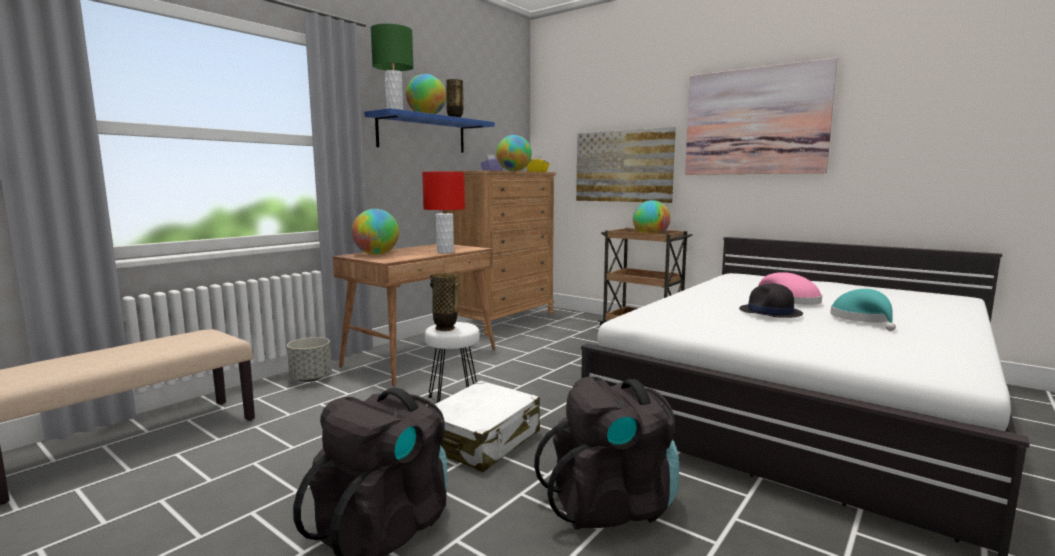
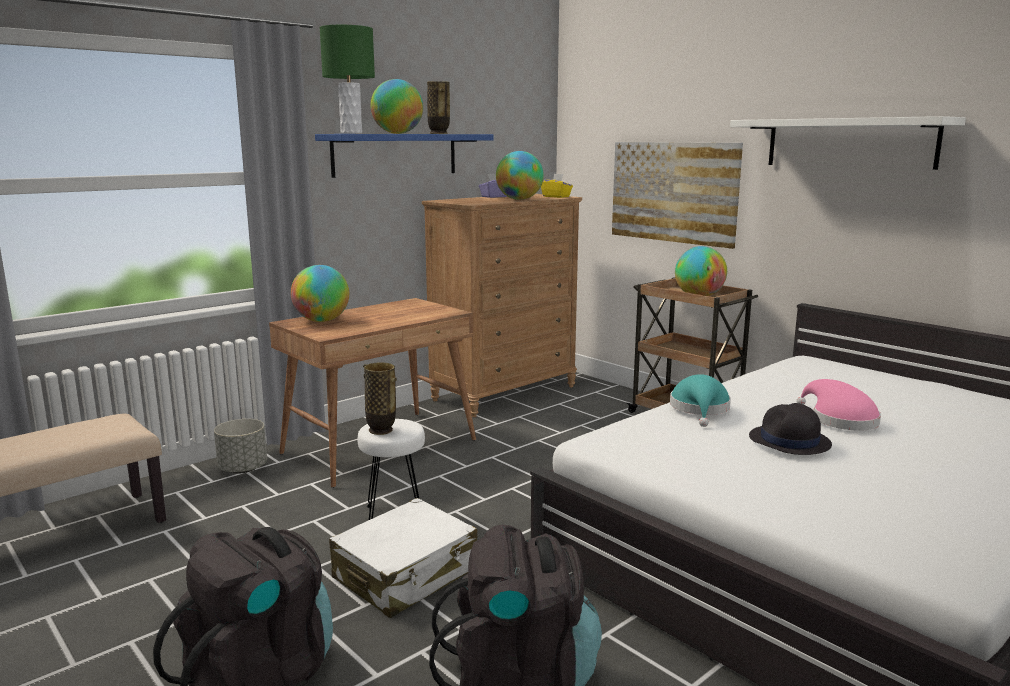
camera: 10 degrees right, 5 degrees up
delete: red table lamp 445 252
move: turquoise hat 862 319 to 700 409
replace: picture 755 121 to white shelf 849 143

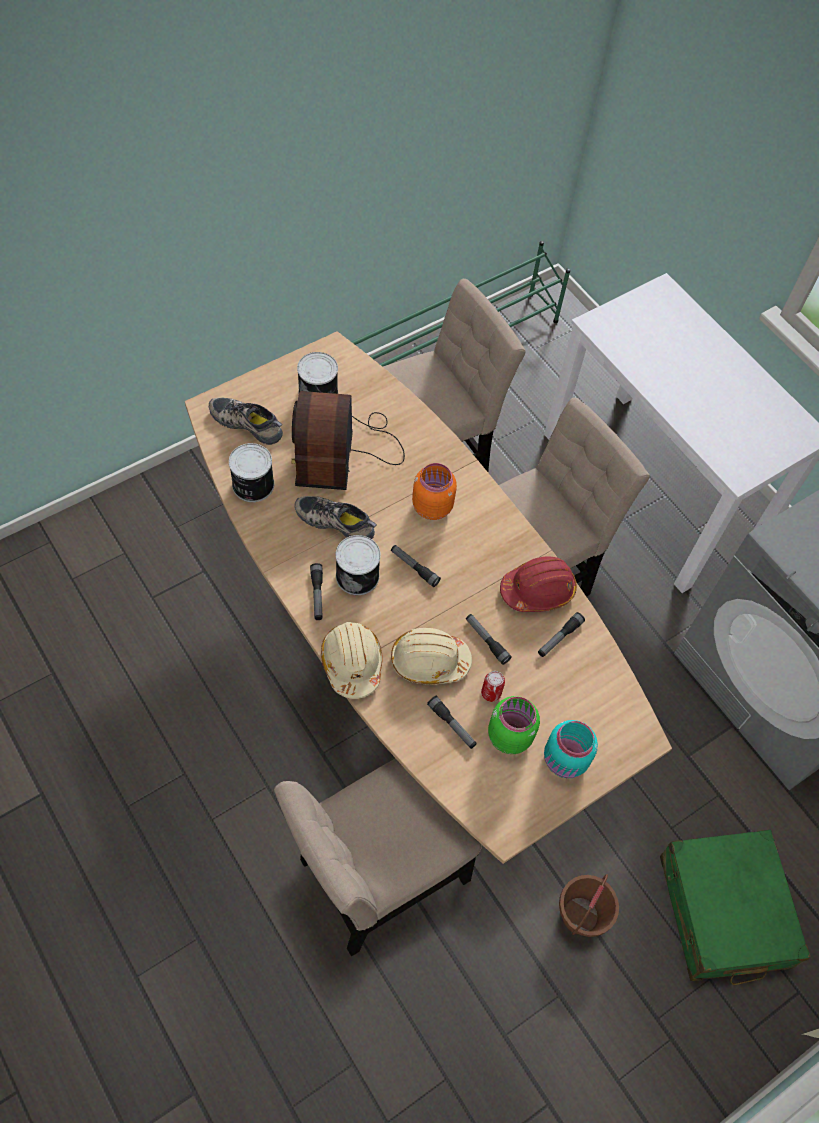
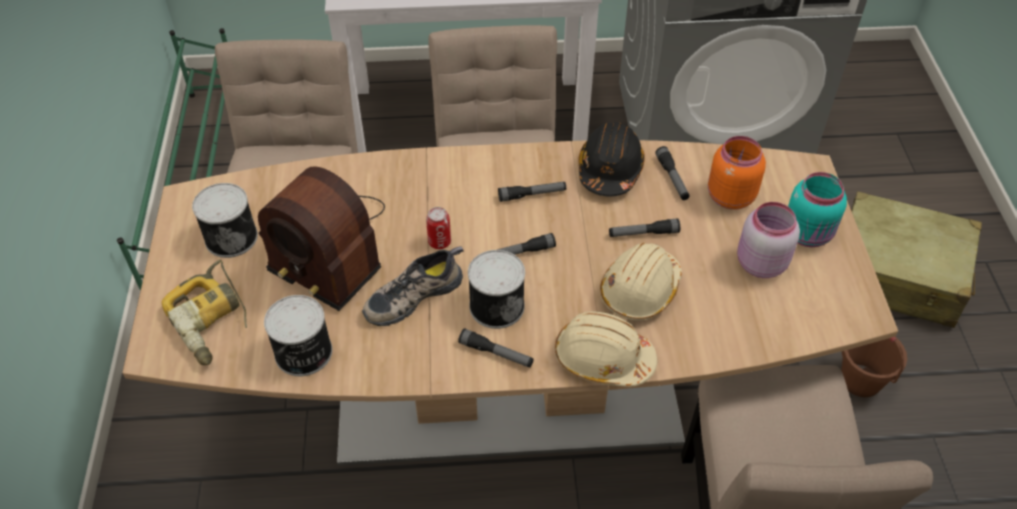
camera: 55 degrees left, 10 degrees down
move: can 491 693 to 439 242; flashlight 452 725 to 532 195; orange jar 431 506 to 728 196
replace: shoe 248 422 to power drill 212 320
recolor: red hard hat 538 590 to black hard hat 609 170; green jar 509 734 to pink jar 759 263; green suitcase 723 911 to beige suitcase 897 274

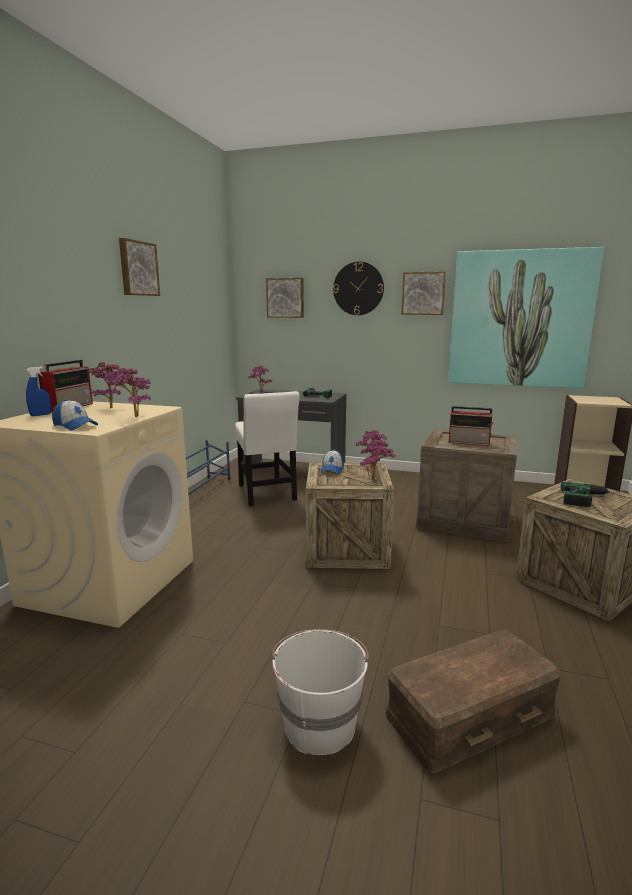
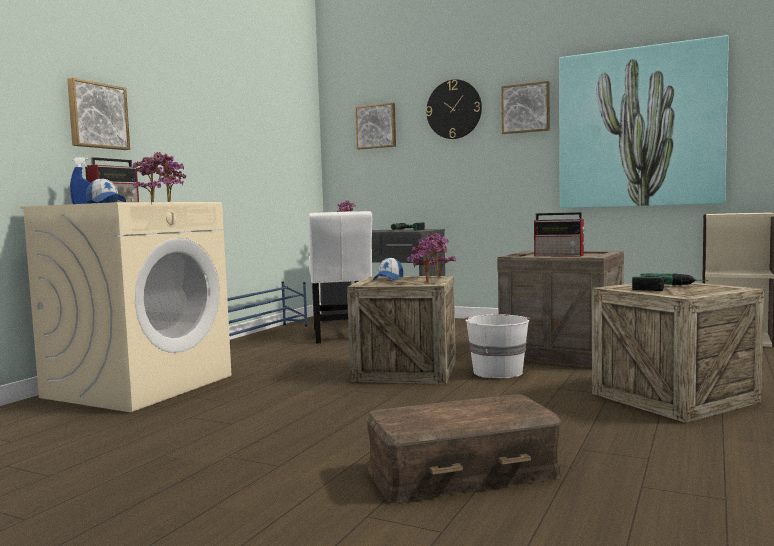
camera: 10 degrees right, 10 degrees down
move: picture 138 268 to 97 116; white bucket 319 723 to 497 372

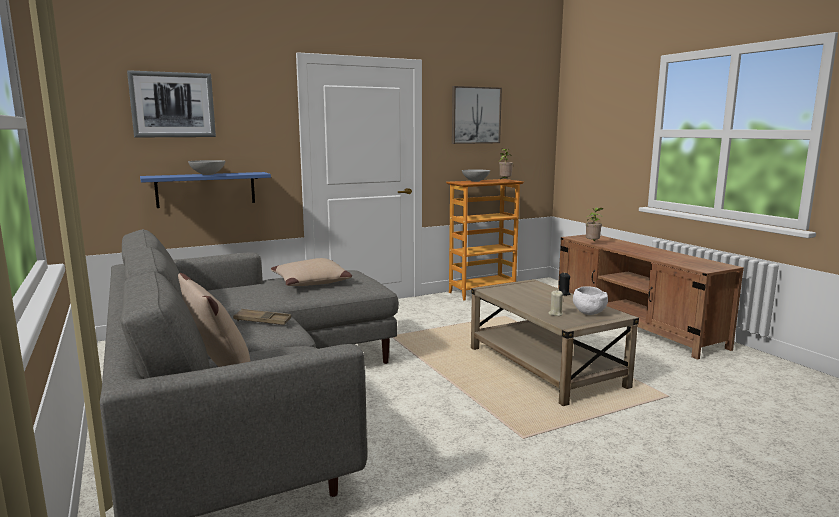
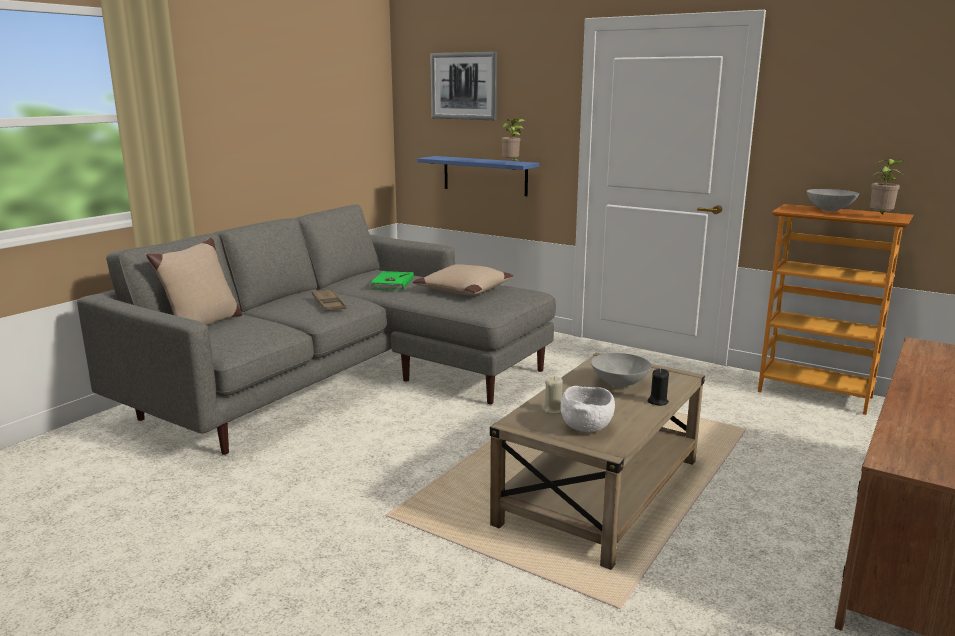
camera: 60 degrees right, 5 degrees up
delete: picture 475 115
insert: green book 391 283
move: potted plant 592 243 to 512 164; grey bowl 208 174 to 620 383

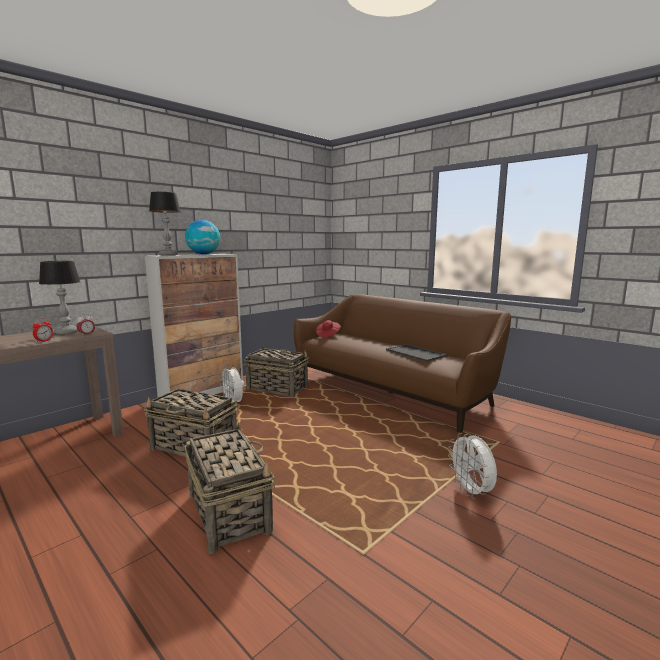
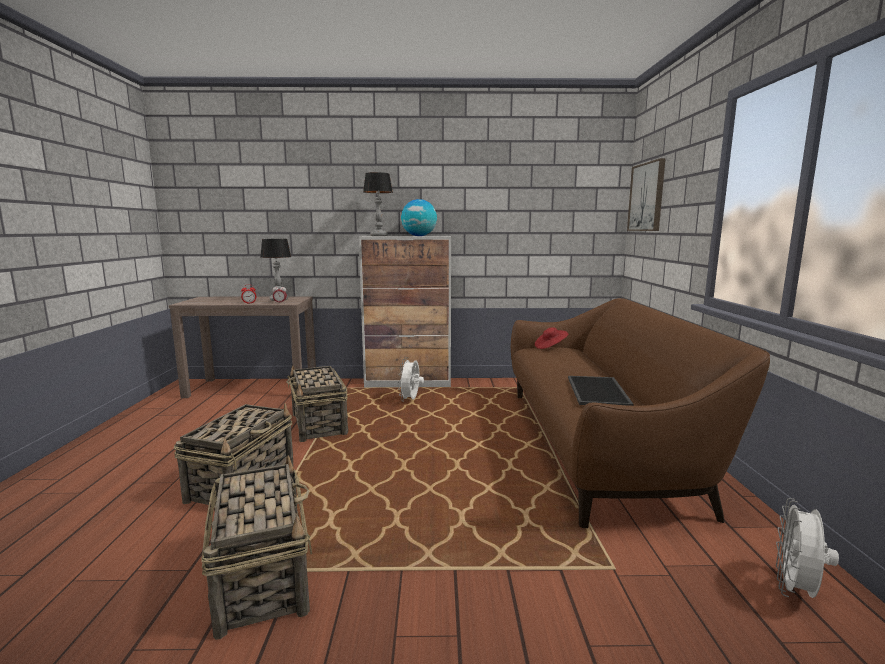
camera: 45 degrees right, 0 degrees up
insert: picture 647 197
move: basket 276 388 to 262 577; white fan 471 492 to 795 590

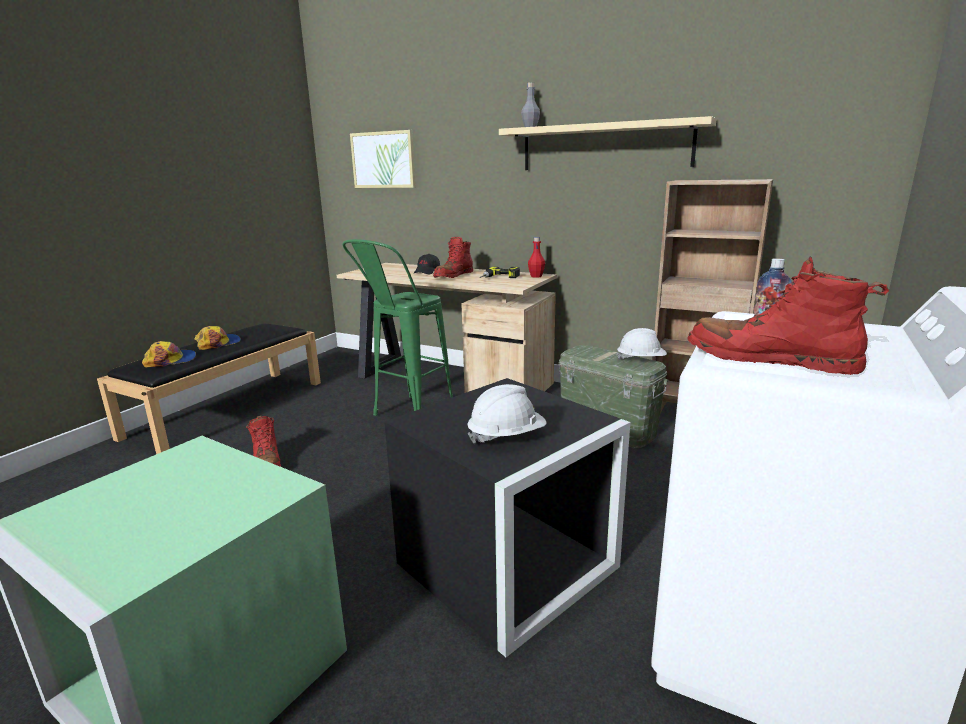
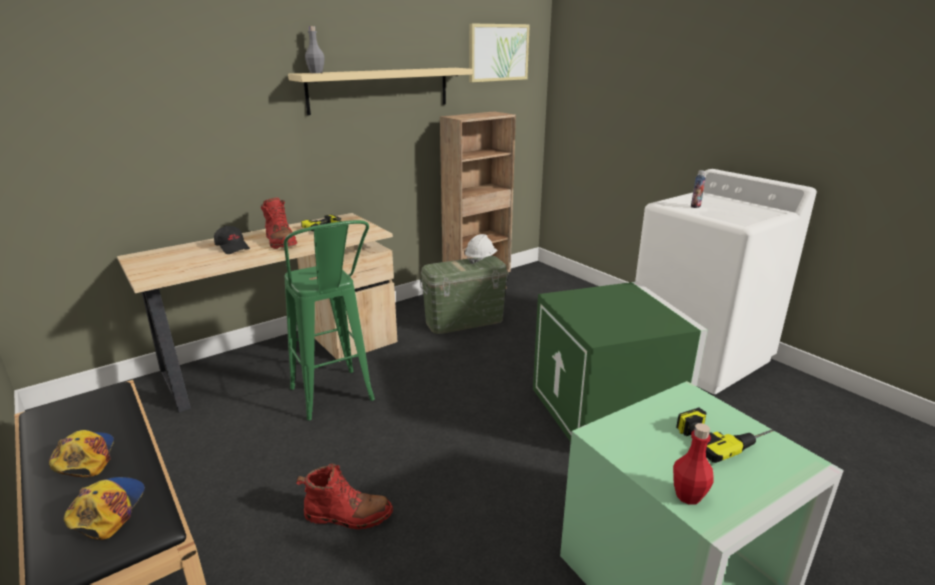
camera: 65 degrees left, 5 degrees up
delete: white hard hat 506 436; red boot 770 361
insert: power drill 722 436
move: picture 383 160 to 498 52; red bottle 536 276 to 688 496
recolor: black storage box 507 567 to green storage box 608 410

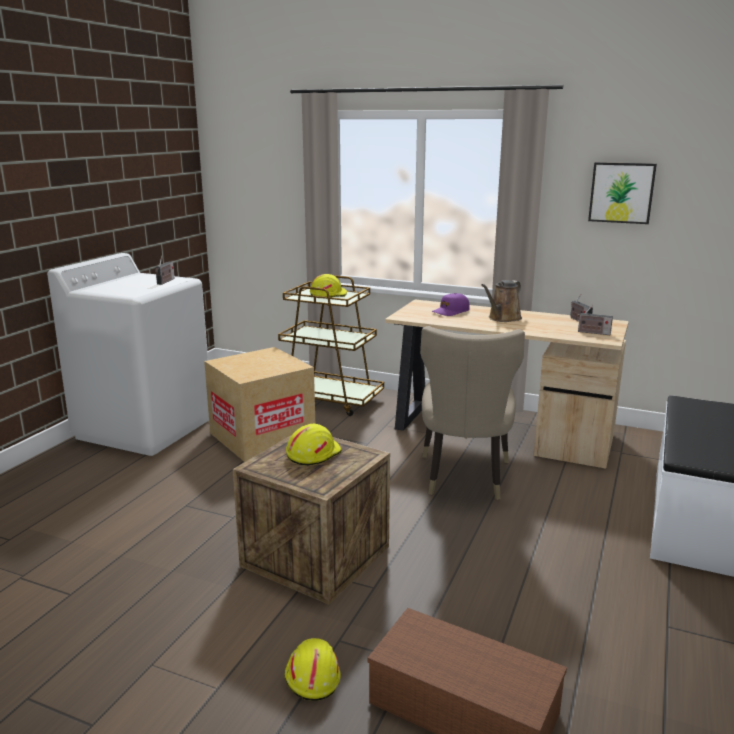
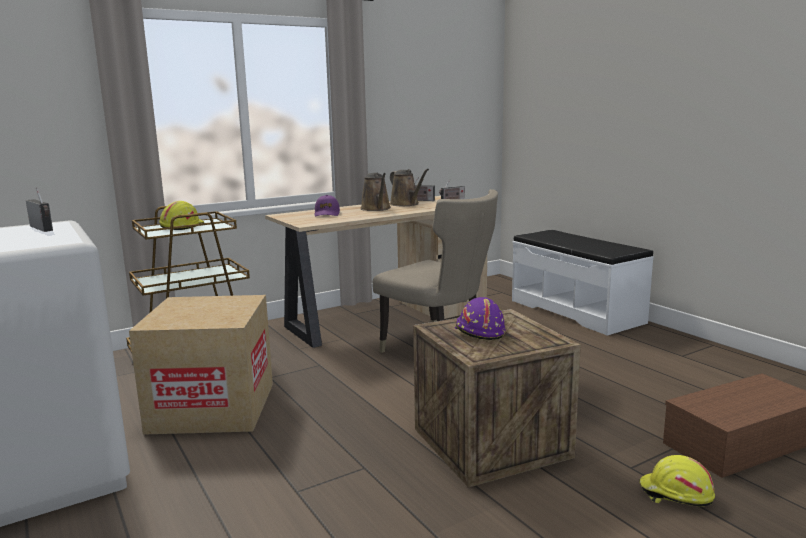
camera: 55 degrees left, 5 degrees down
delete: picture 621 192
insert: brown watering can 406 204
recolor: yellow hard hat 313 454 to purple hard hat 478 331

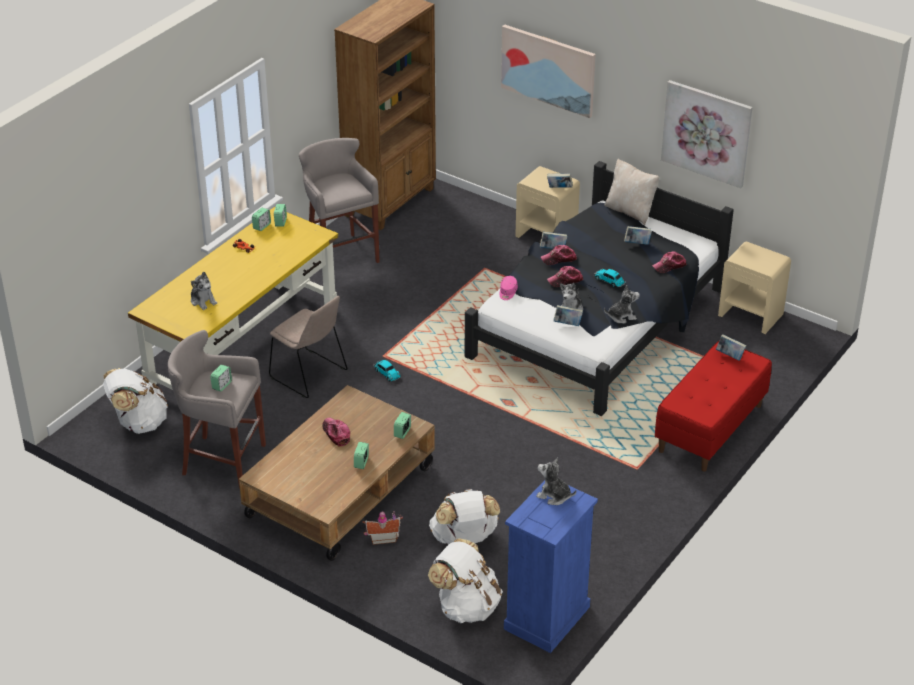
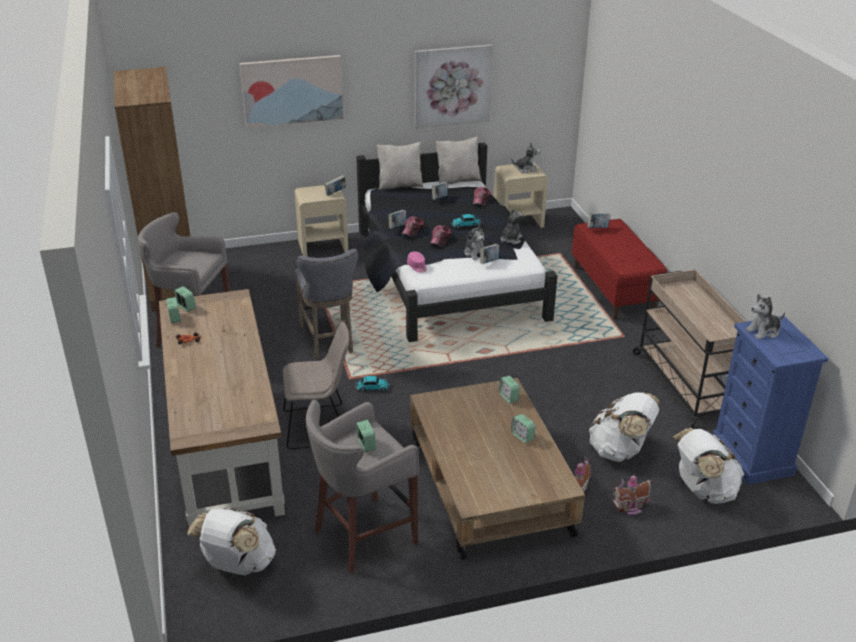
camera: 50 degrees left, 5 degrees down
delete: cap 336 434
insert: grey stool 328 341; beige pillow 457 180; toy house 630 508; beige cart 685 384
move: plush toy 203 301 to 526 169
recolor: yellow desk 243 344 to brown desk 225 442

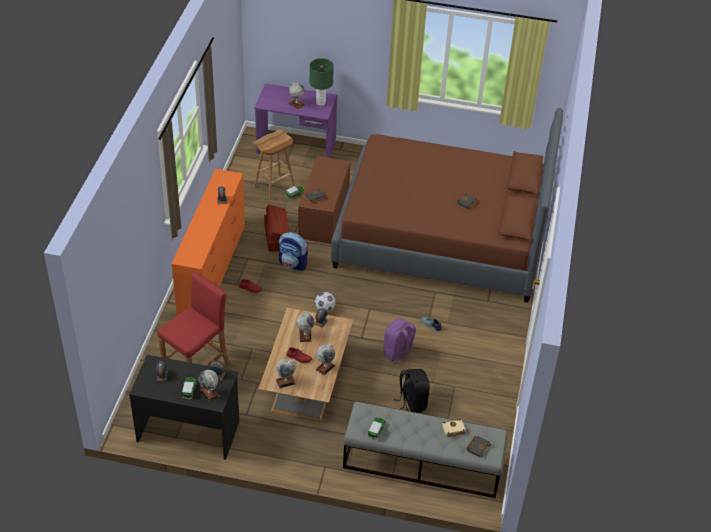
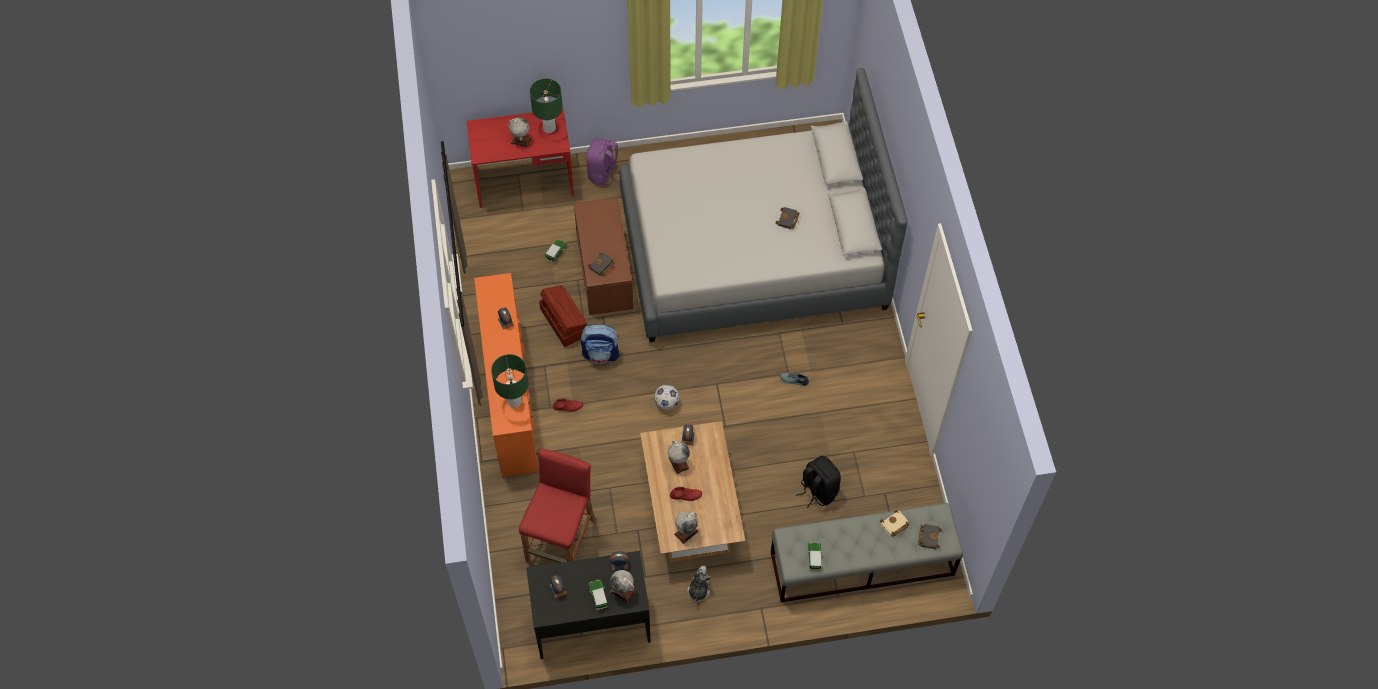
camera: 20 degrees left, 15 degrees up
delete: brown stool 274 187; globe 325 367
insert: green table lamp 514 401; plush toy 698 590
move: purple backpack 398 353 to 603 174
recolor: purple desk 296 148 to red desk 524 182; brown bed 441 236 to grey bed 753 251

